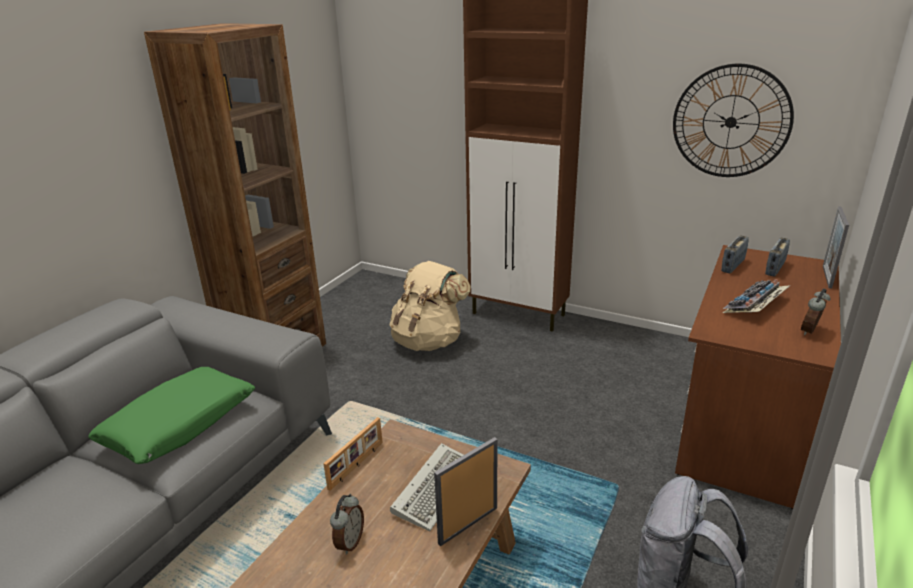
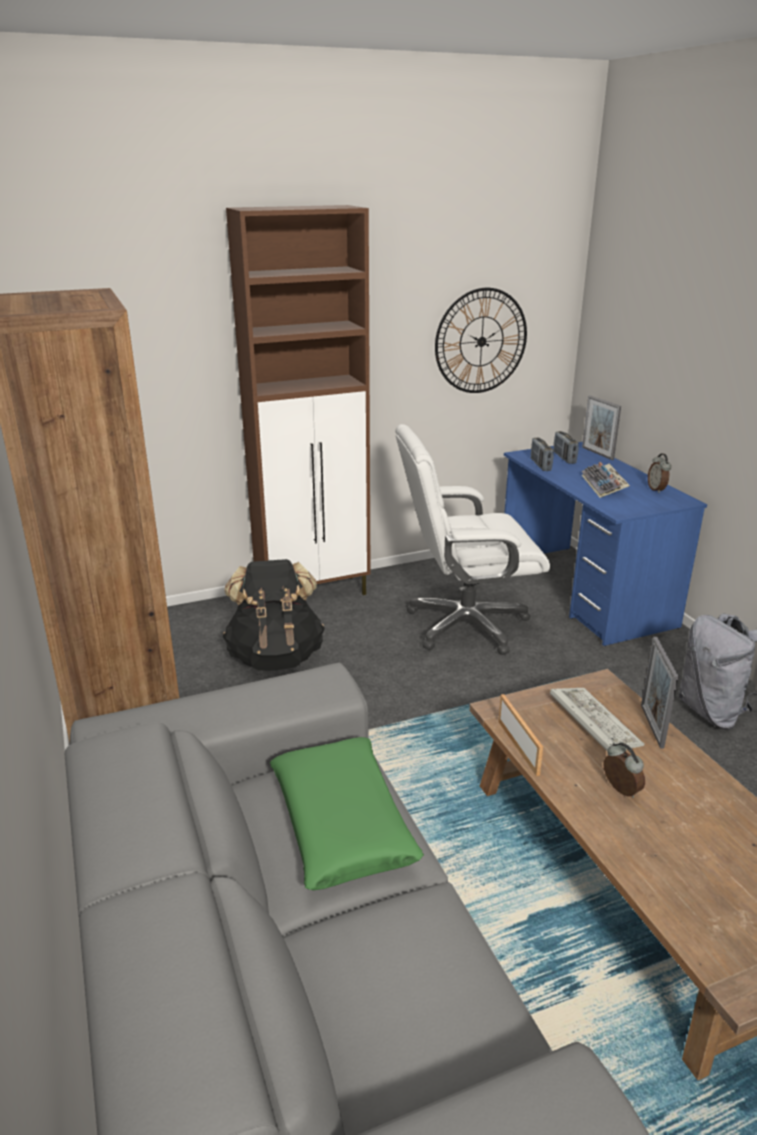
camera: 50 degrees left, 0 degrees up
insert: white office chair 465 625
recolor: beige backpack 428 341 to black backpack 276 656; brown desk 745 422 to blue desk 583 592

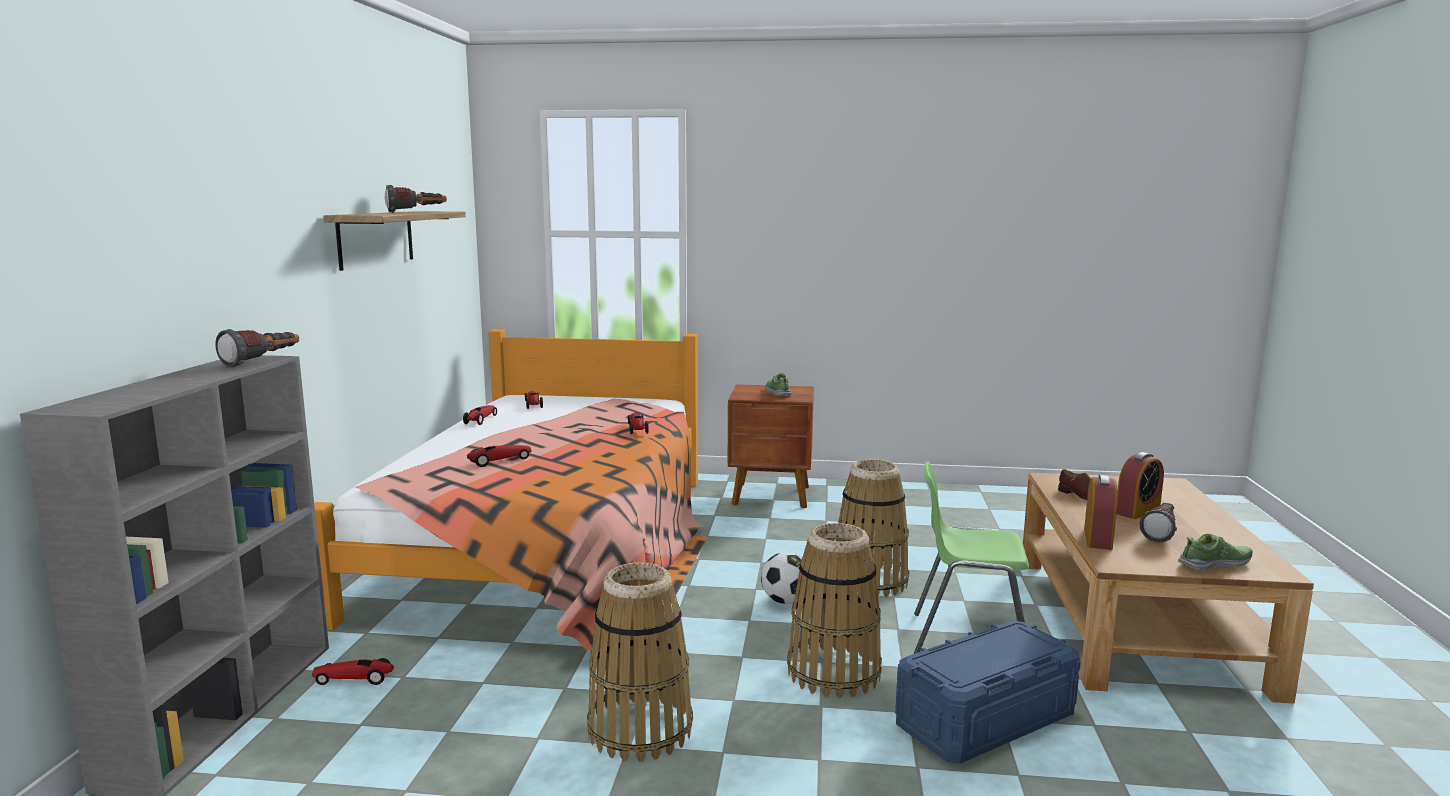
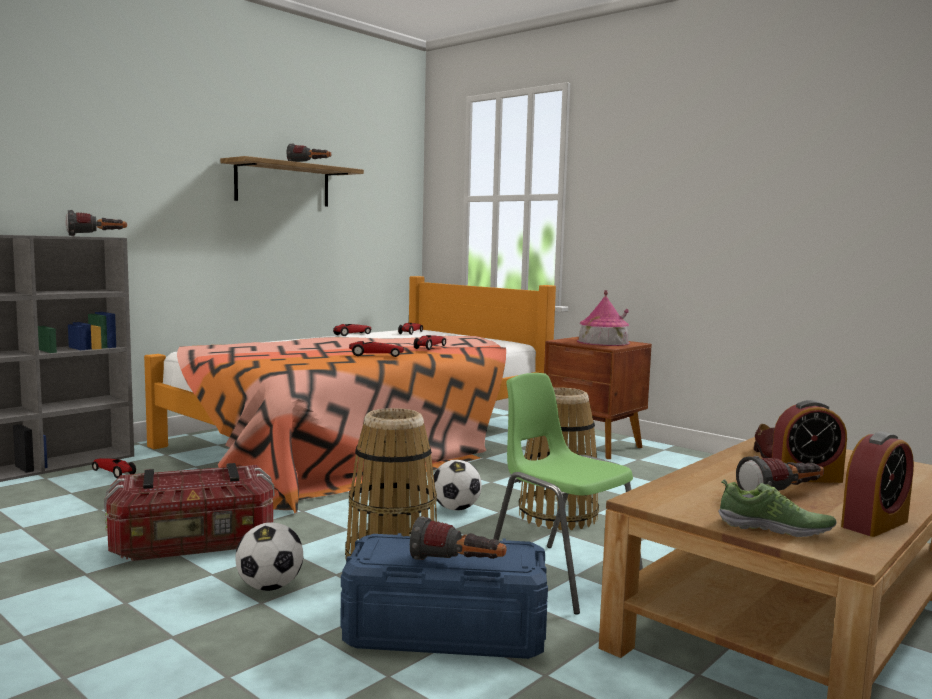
camera: 35 degrees right, 5 degrees down
insert: football 270 587; flashlight 457 565
move: toy car 499 461 to 376 355; alarm clock 1097 539 to 874 524
replace: basket 640 729 to storage box 193 544; shoe 778 392 to toy house 603 342

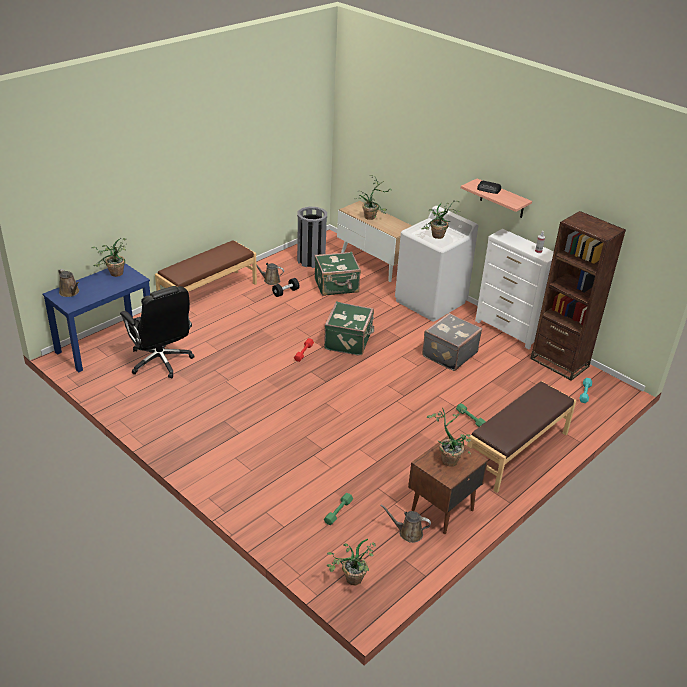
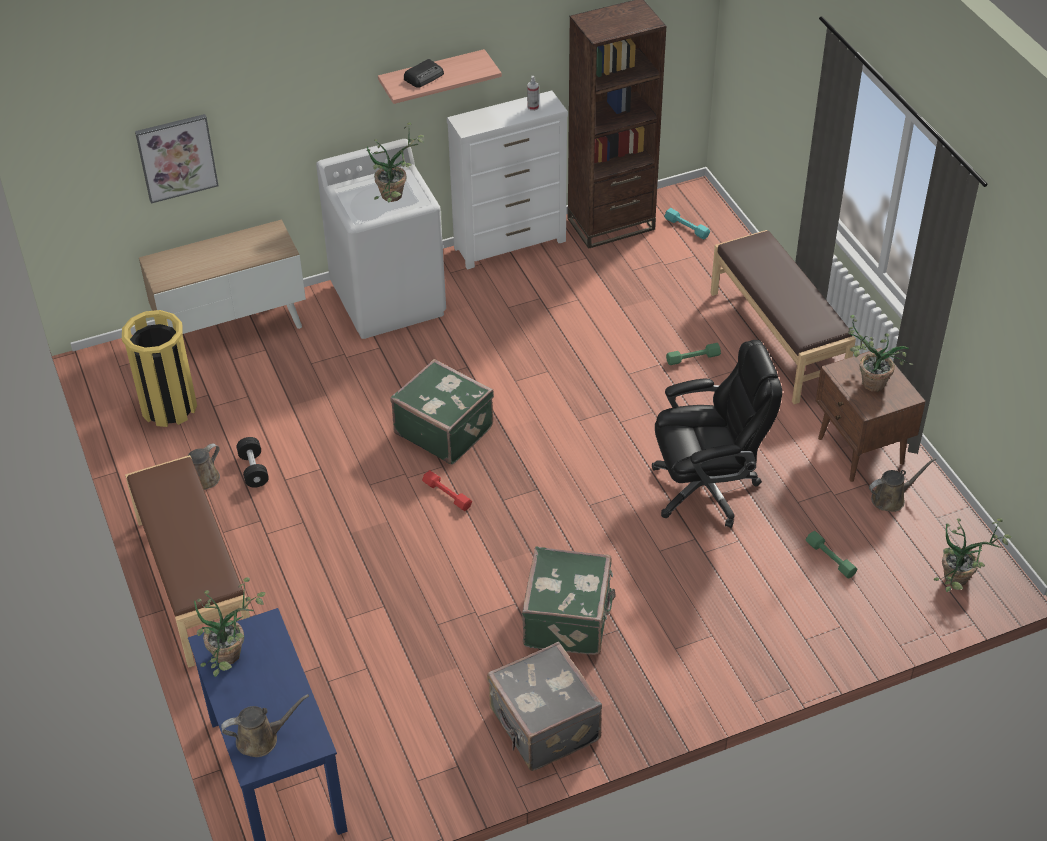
camera: 65 degrees left, 10 degrees up
delete: potted plant 373 217
insert: picture 176 157
move: grey suitcase 448 354 to 543 726; green suitcase 337 286 to 569 619; black office chair 161 361 to 707 488
recolor: grey trash can 311 260 to yellow trash can 169 406
rotate: brown watering can 408 533 = 891 498 150 degrees counterclockwise

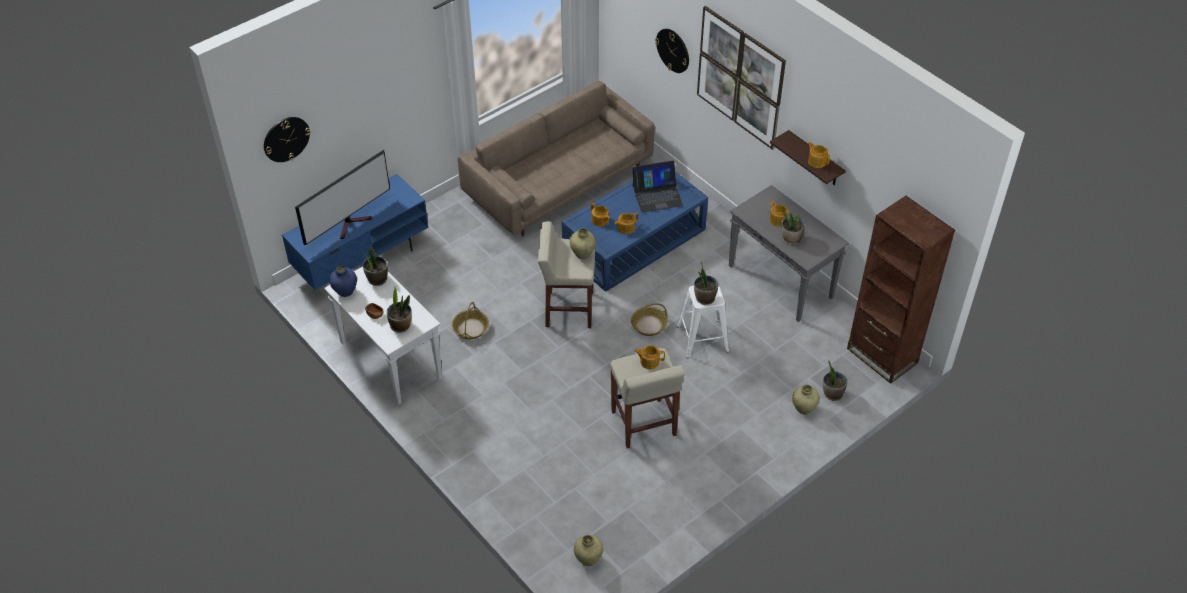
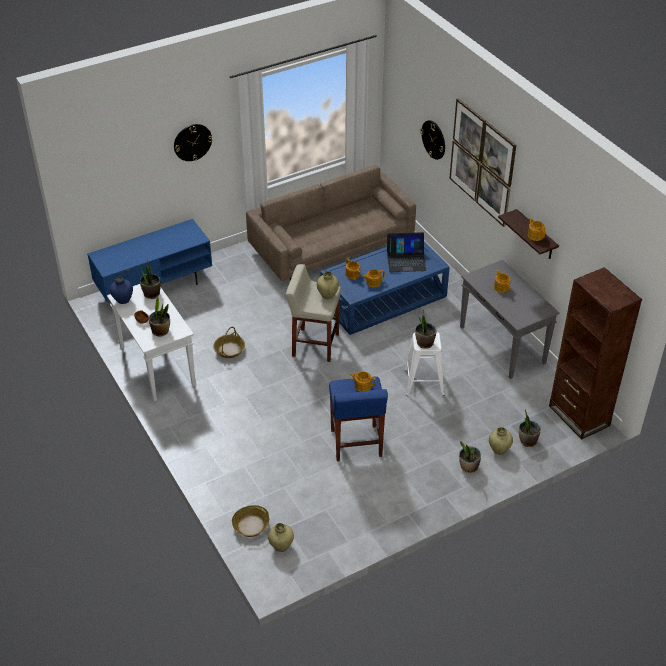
camera: 10 degrees right, 5 degrees down
delete: television 352 223
move: wall clock 286 139 to 192 142; basket 649 325 to 251 525; potted plant 791 238 to 468 467
recolor: beige stool 643 424 to blue stool 356 444

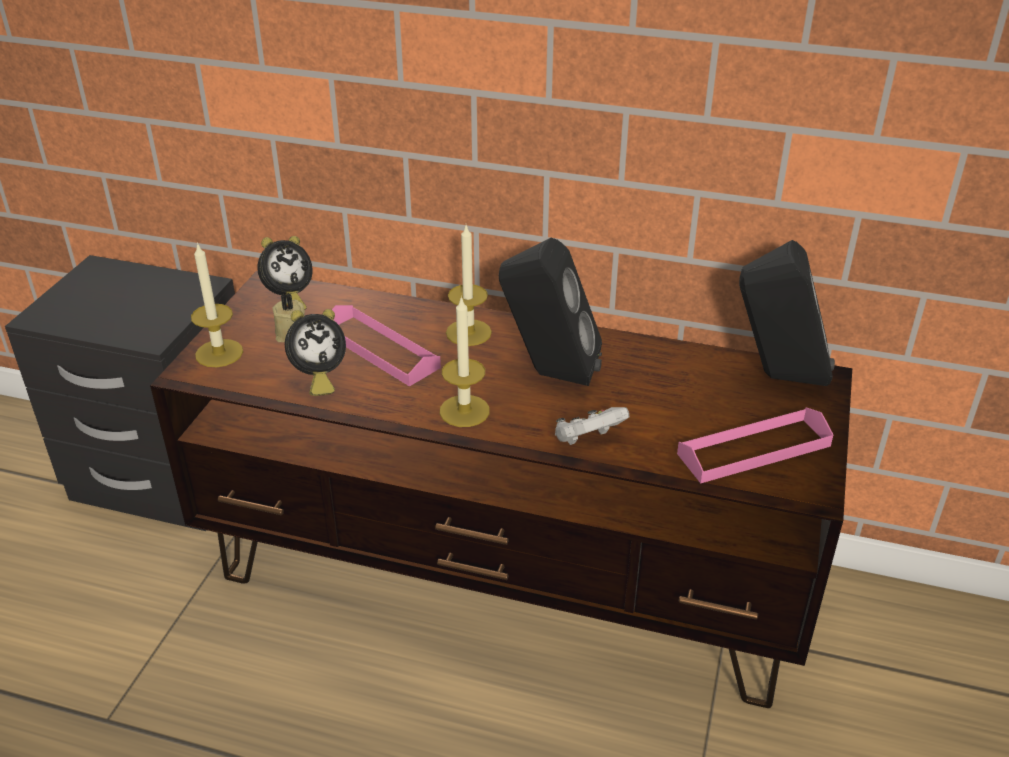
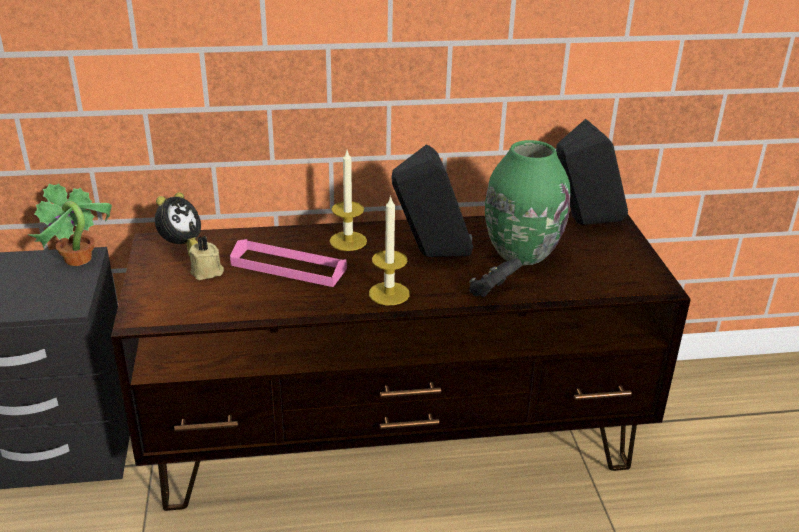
camera: 25 degrees left, 5 degrees down
delete: candle 219 353; alarm clock 317 378; pink tray 754 450
insert: potted plant 77 259; green vase 521 253
recolor: white game controller 587 440 to black game controller 492 291

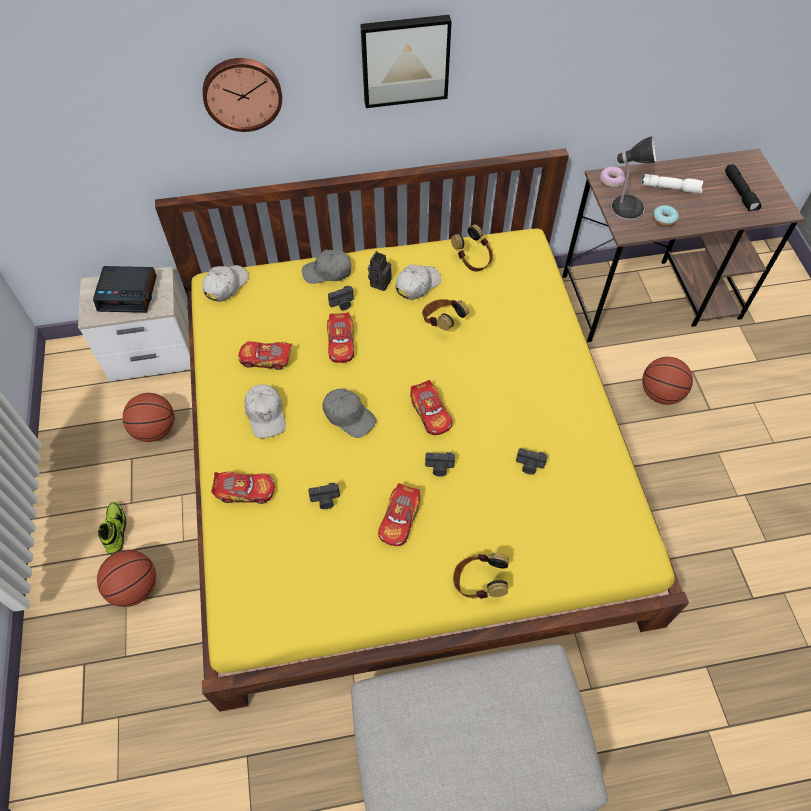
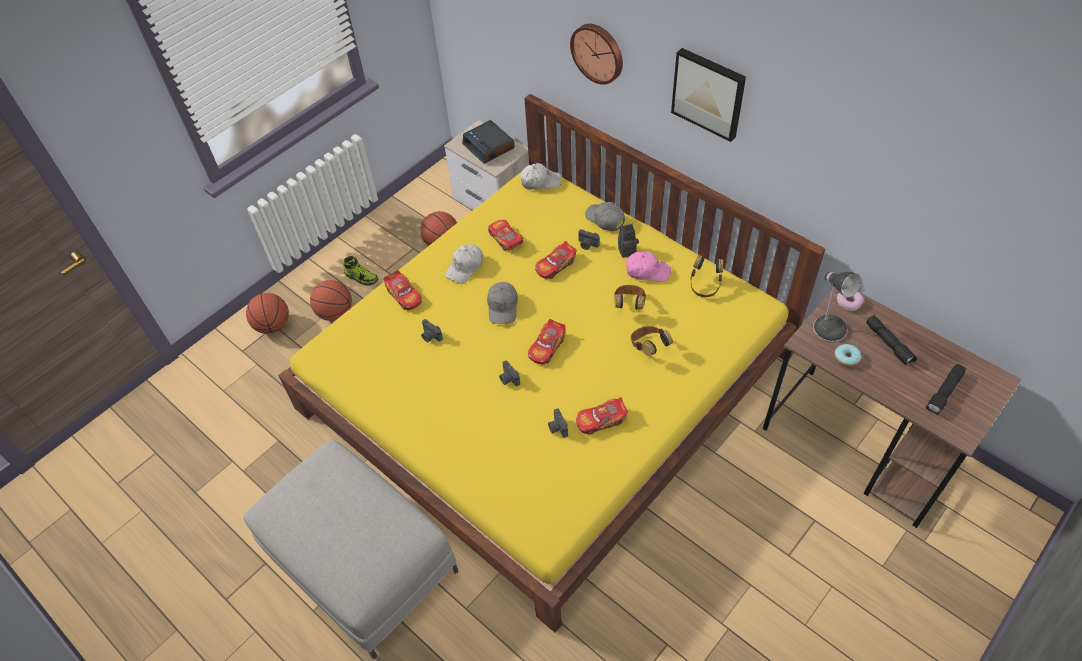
camera: 55 degrees right, 5 degrees down
move: basketball 660 393 to 273 325; toy car 399 520 to 601 420; headphones 478 582 to 648 347
recolor: white cap 417 285 to pink cap 647 271; white flashlight 671 188 to black flashlight 889 344
rotate: shoe 115 531 = 362 277 75 degrees clockwise

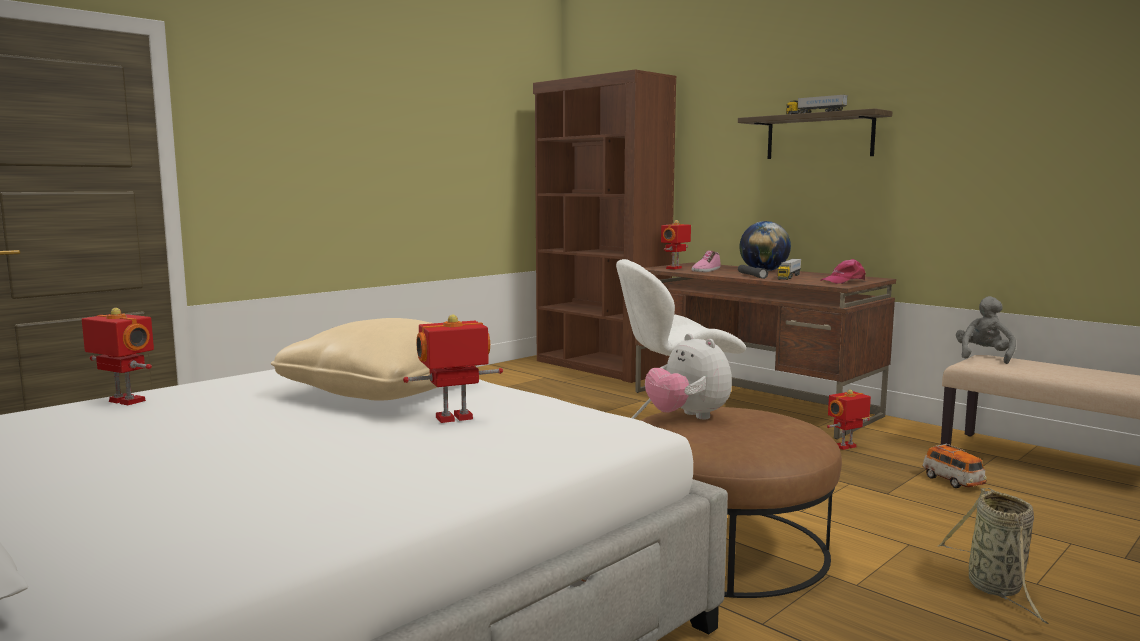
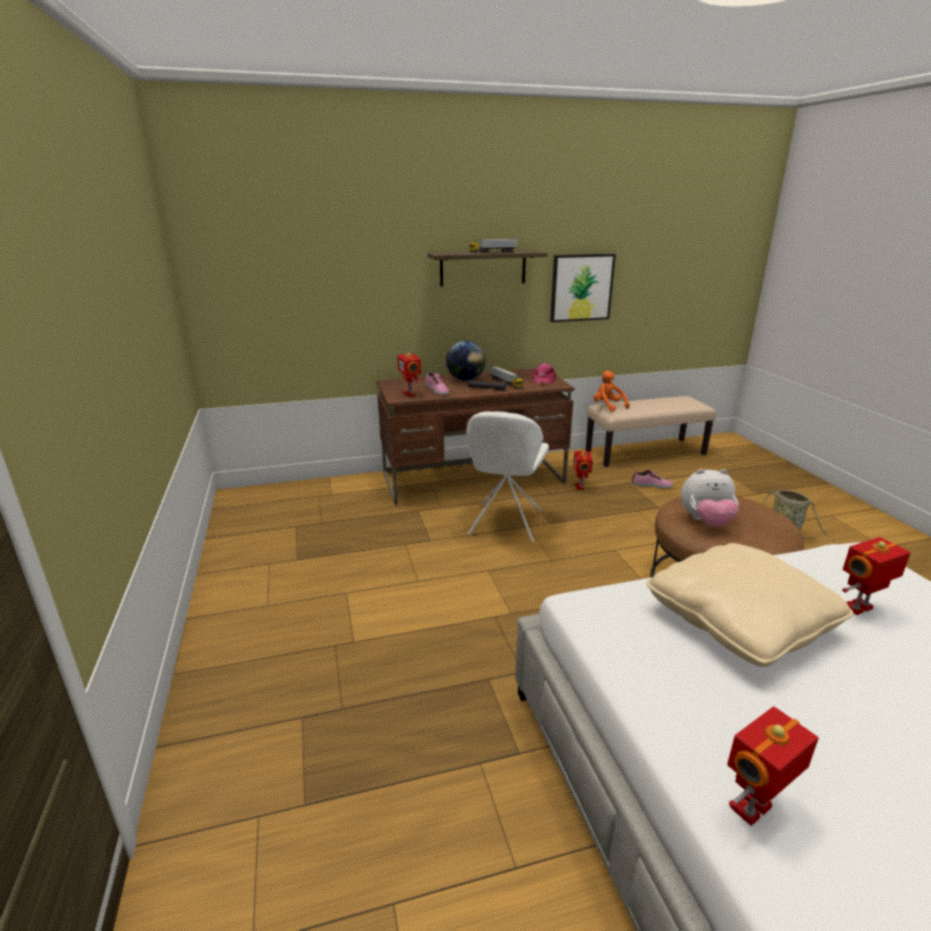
camera: 60 degrees left, 15 degrees up
delete: brown bookcase 600 367
insert: picture 581 287
replace: toy car 953 481 to shoe 652 485
recolor: grey plush toy 983 357 to orange plush toy 608 406
rotate: toy robot 455 419 = 859 608 60 degrees clockwise

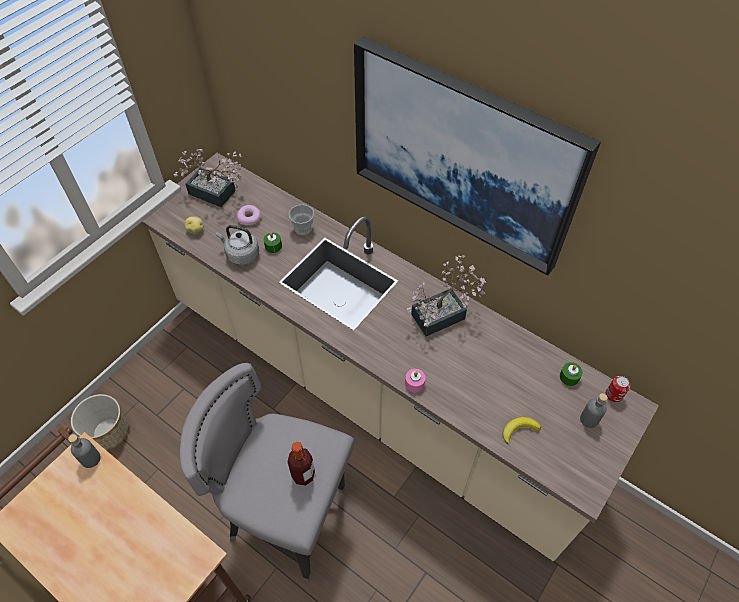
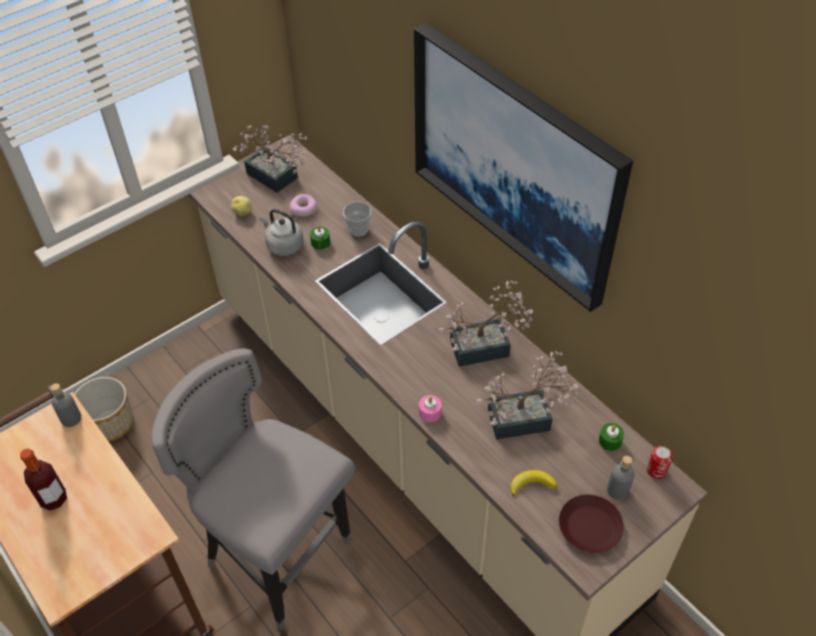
camera: 15 degrees right, 5 degrees down
insert: potted plant 526 419; brown plate 590 526
move: bottle 303 475 to 54 499

